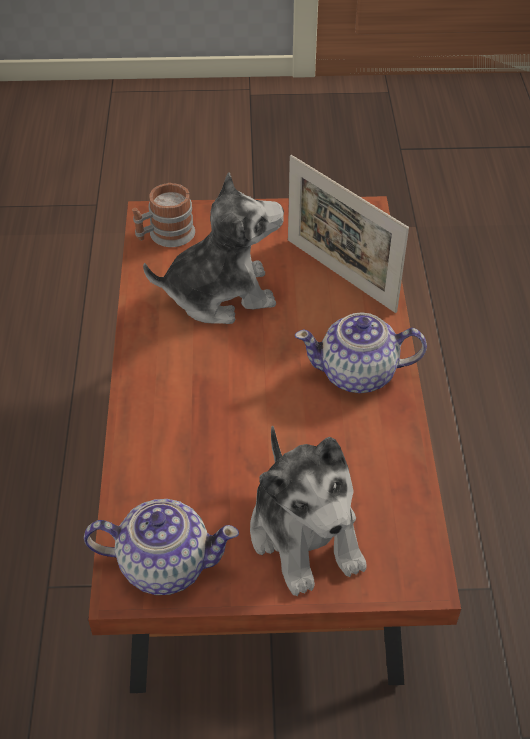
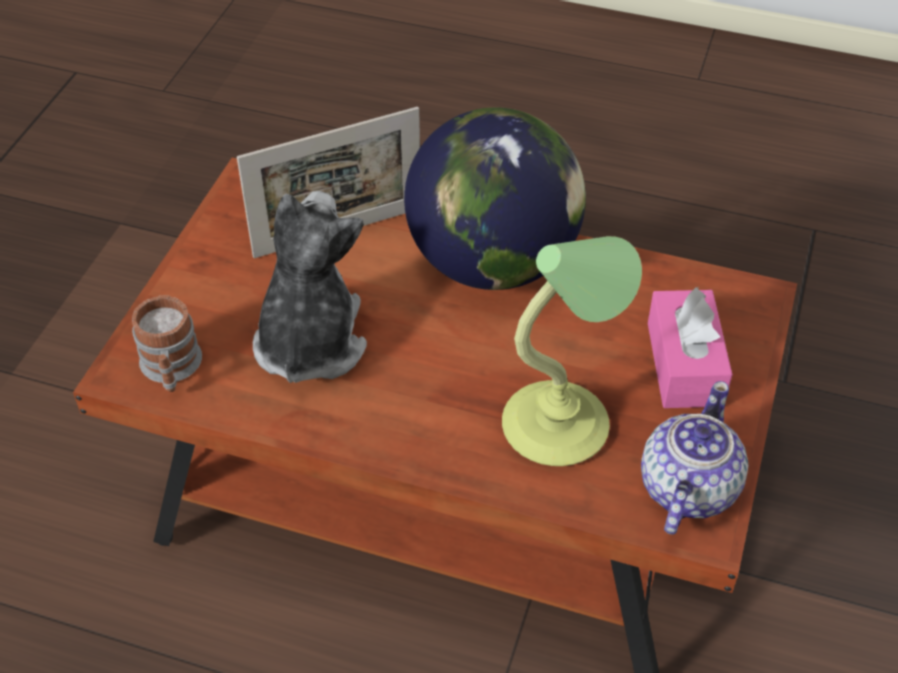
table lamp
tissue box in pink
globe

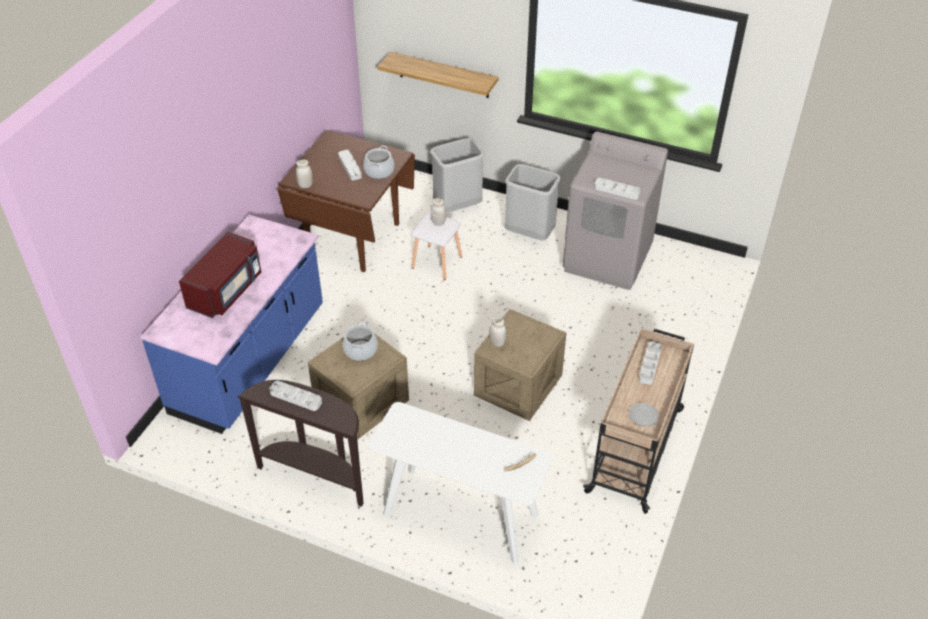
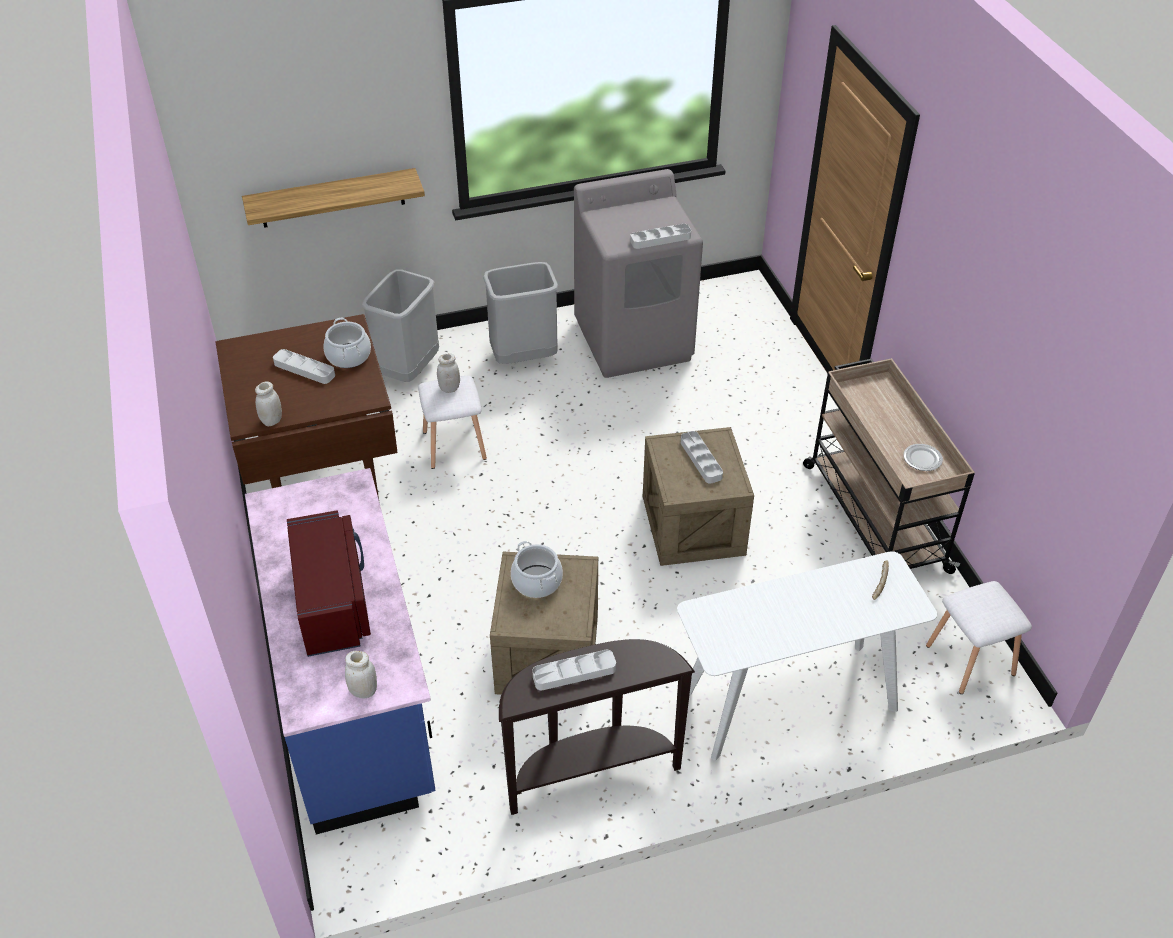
stool in white (2nd from left)
jar in white (2nd from left)
tray in grey (4th from left)

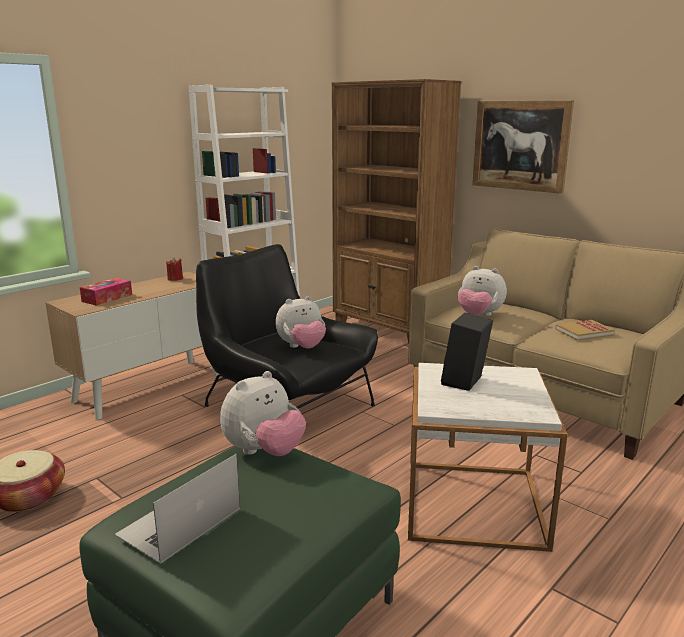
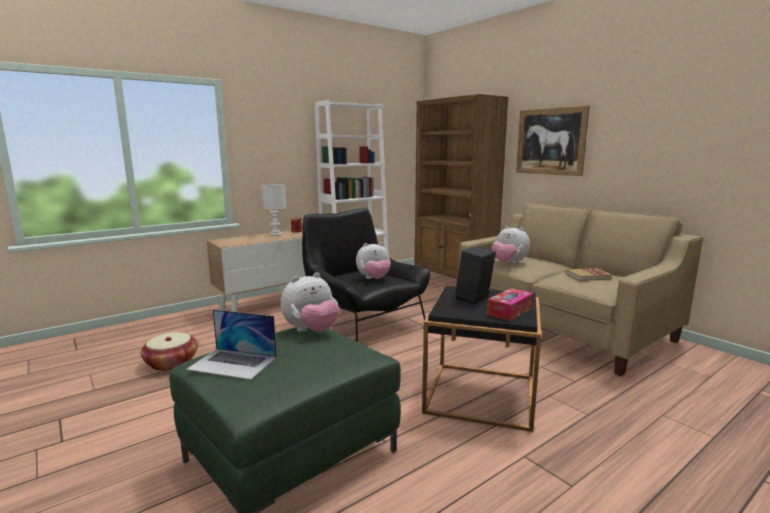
table lamp in white
tissue box
side table in black
laptop

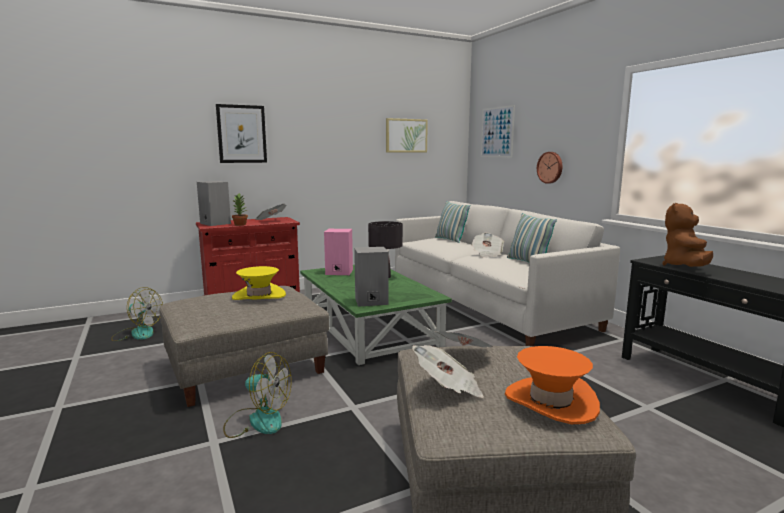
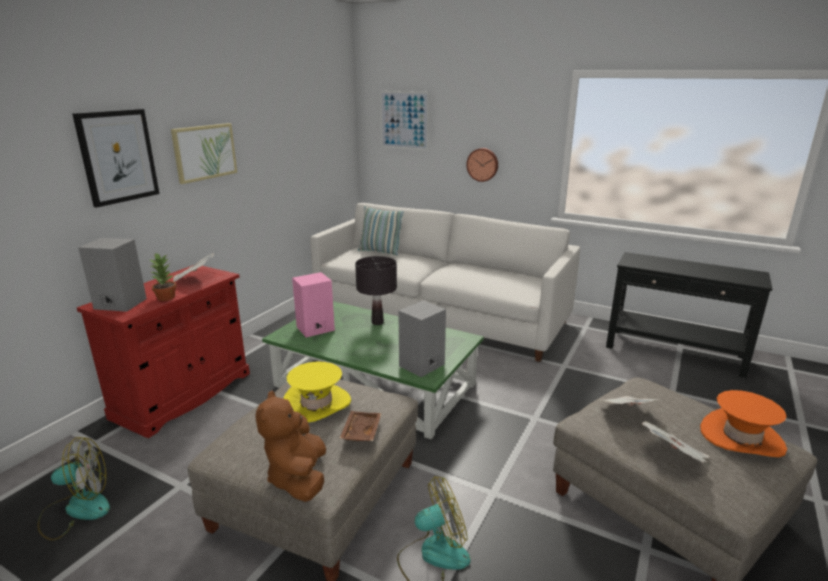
newspaper (4th from left in the first image)
pillow (2nd from left in the first image)
tray in brown
picture (2nd from left)
plush toy in brown

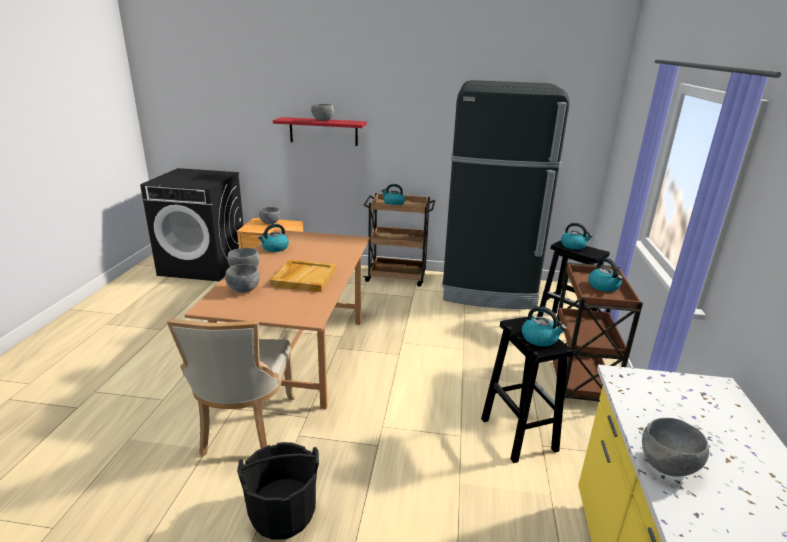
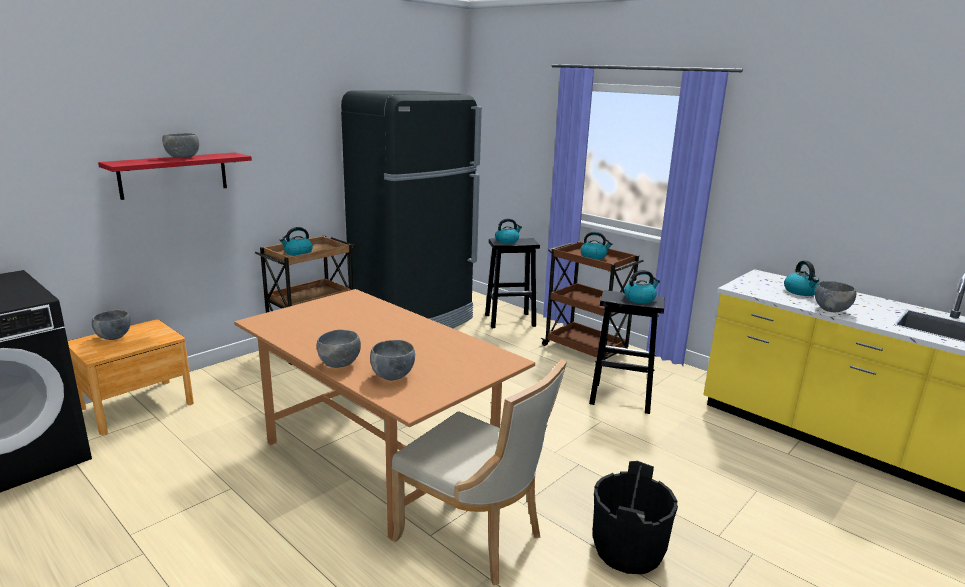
tray in beige
kettle (5th from left)

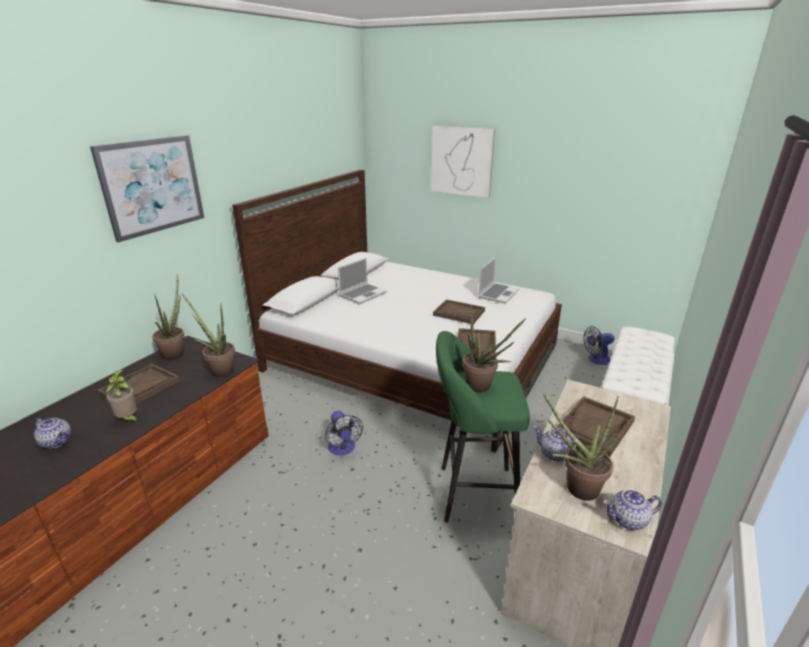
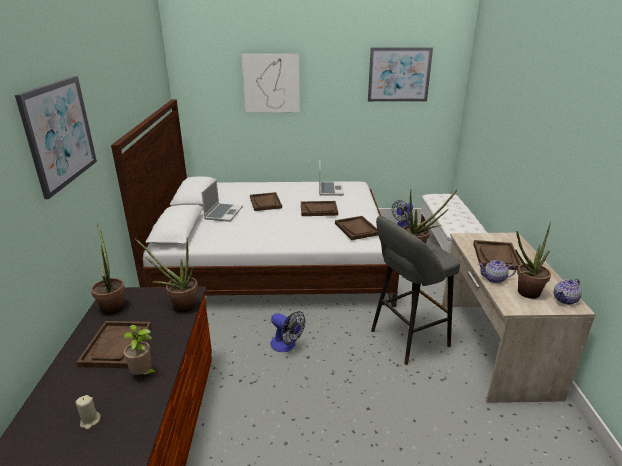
tray in brown (2nd from left)
picture (3rd from left)
candle in beige
stool in grey

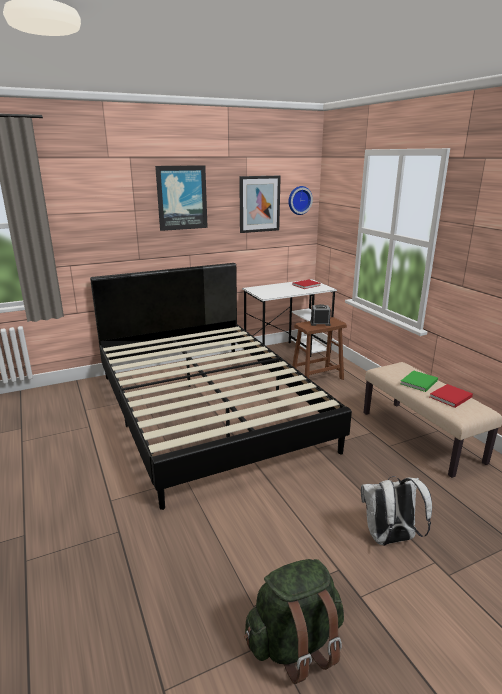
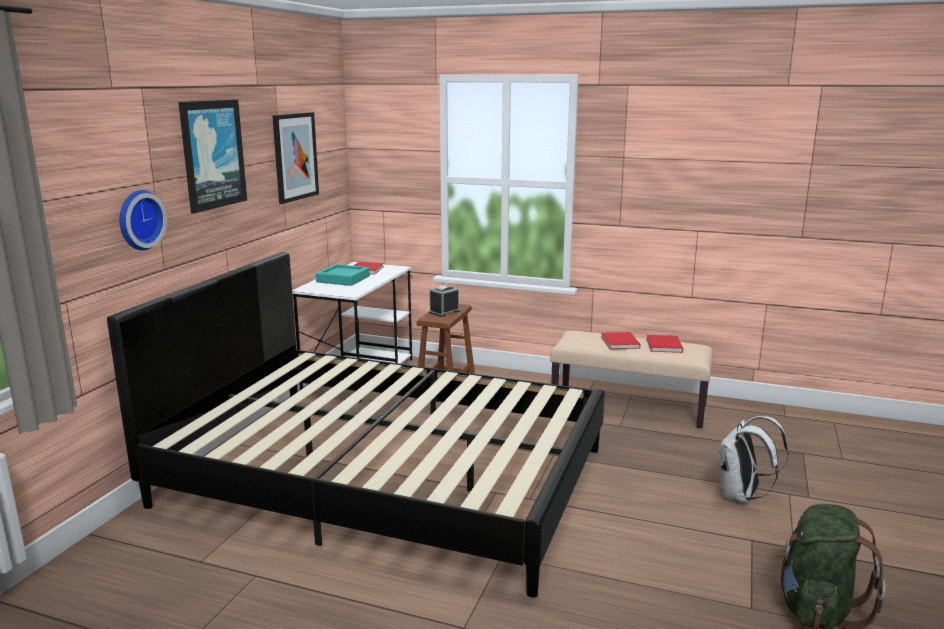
tray in turquoise
wall clock
book in red (2nd from left)

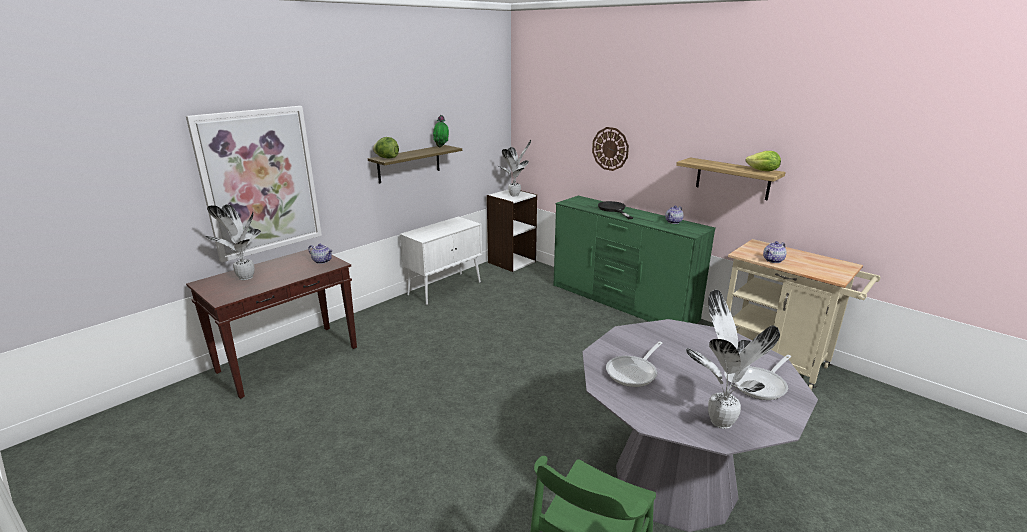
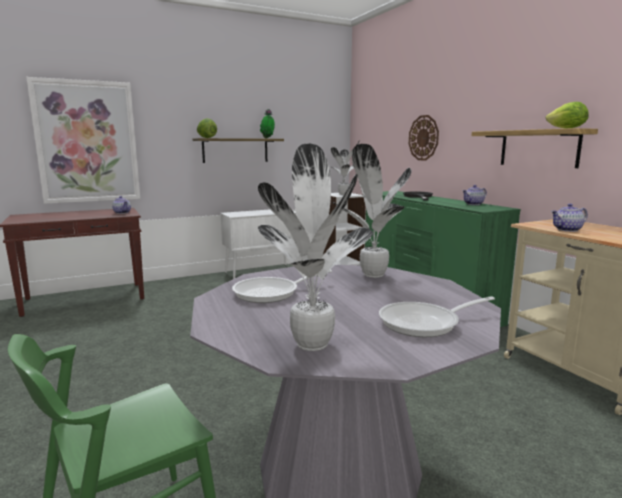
potted plant (4th from left)

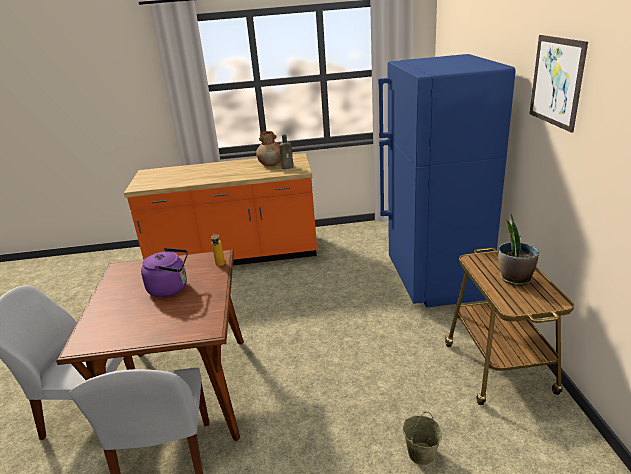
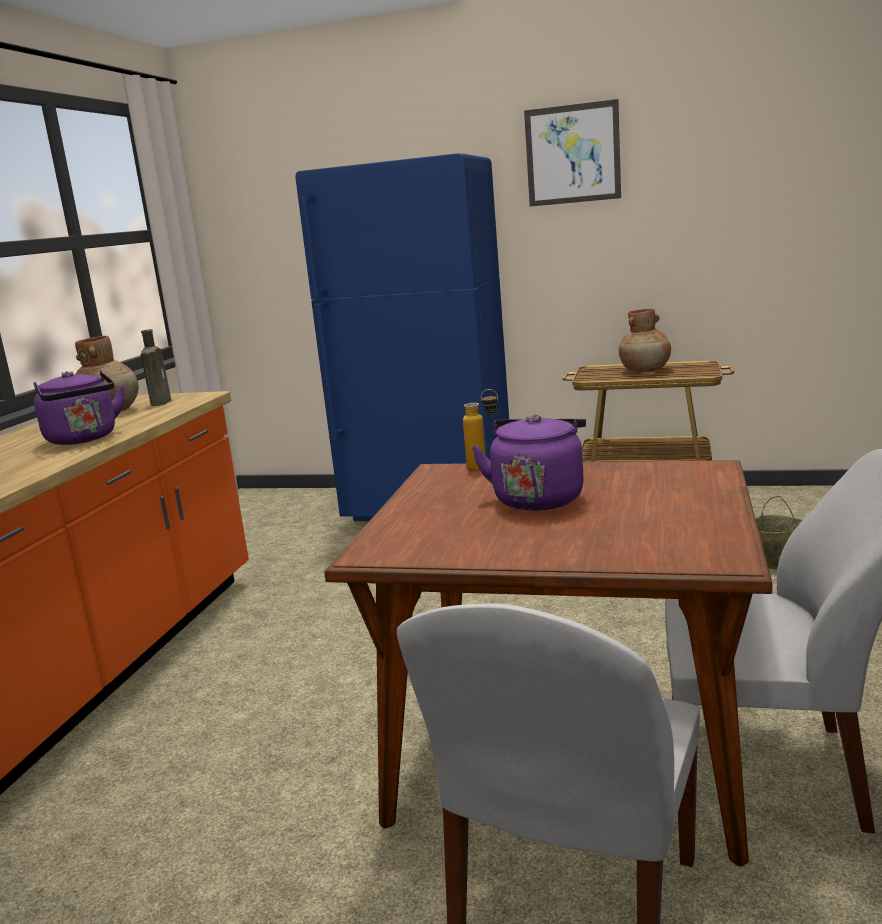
kettle in purple (1st from left)
vase in brown (2nd from left)

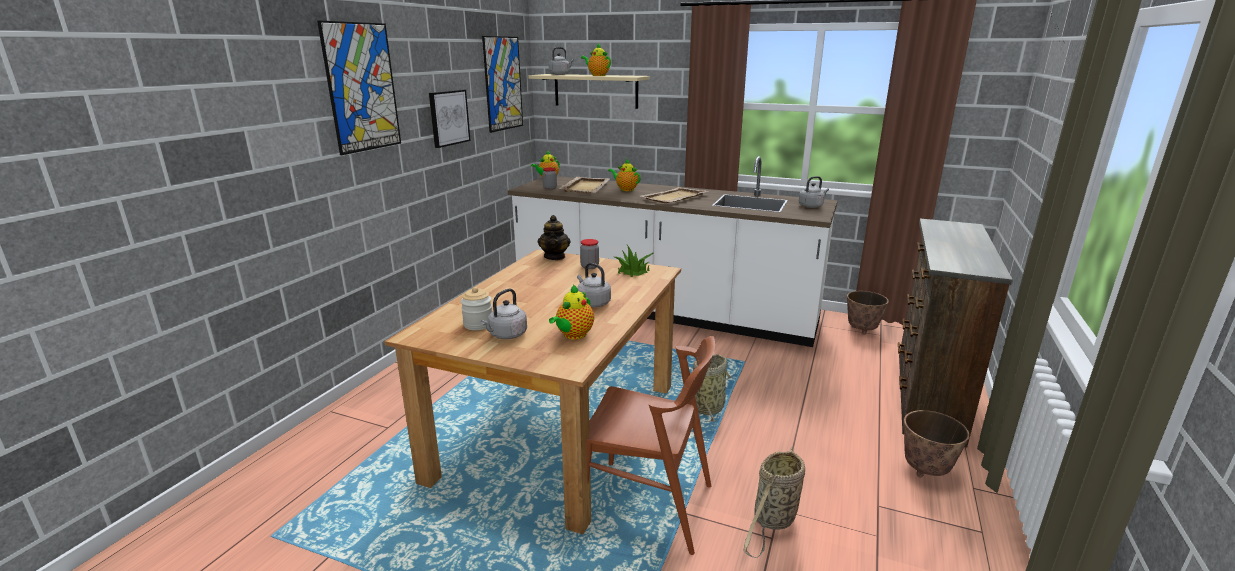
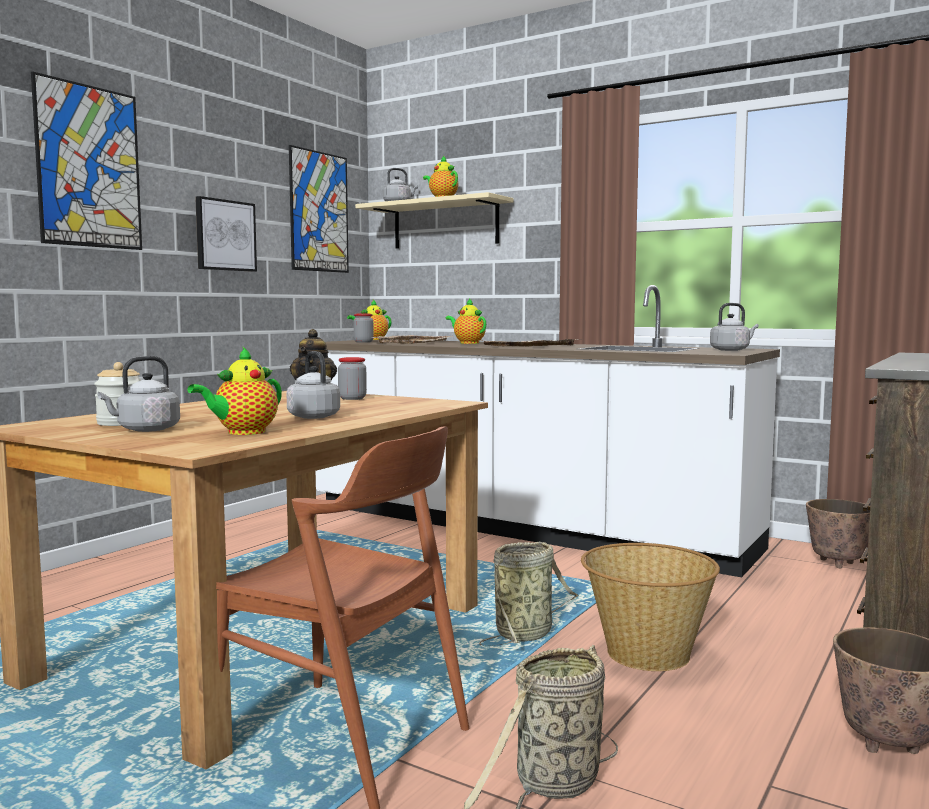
potted plant
basket (3rd from left)

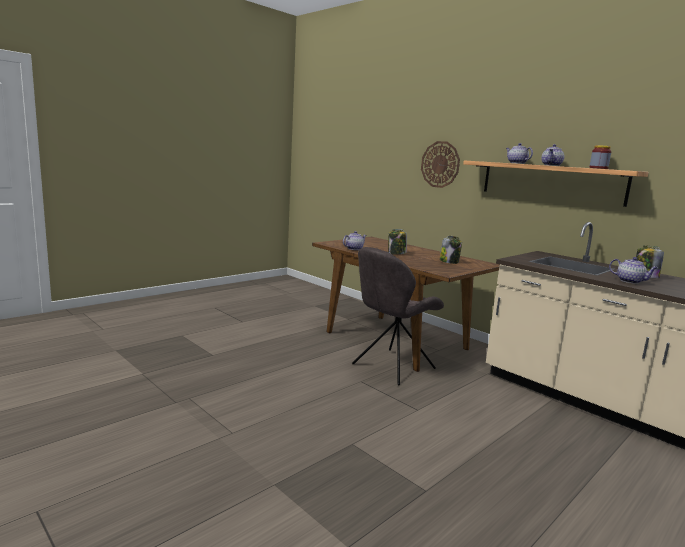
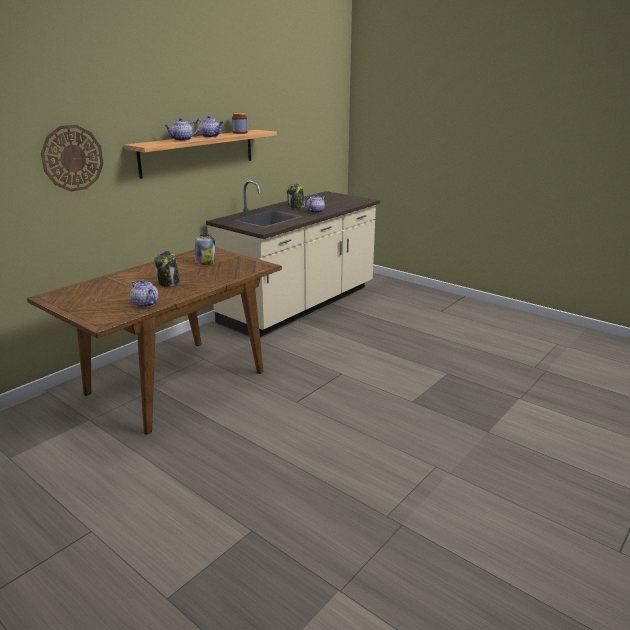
chair in grey

